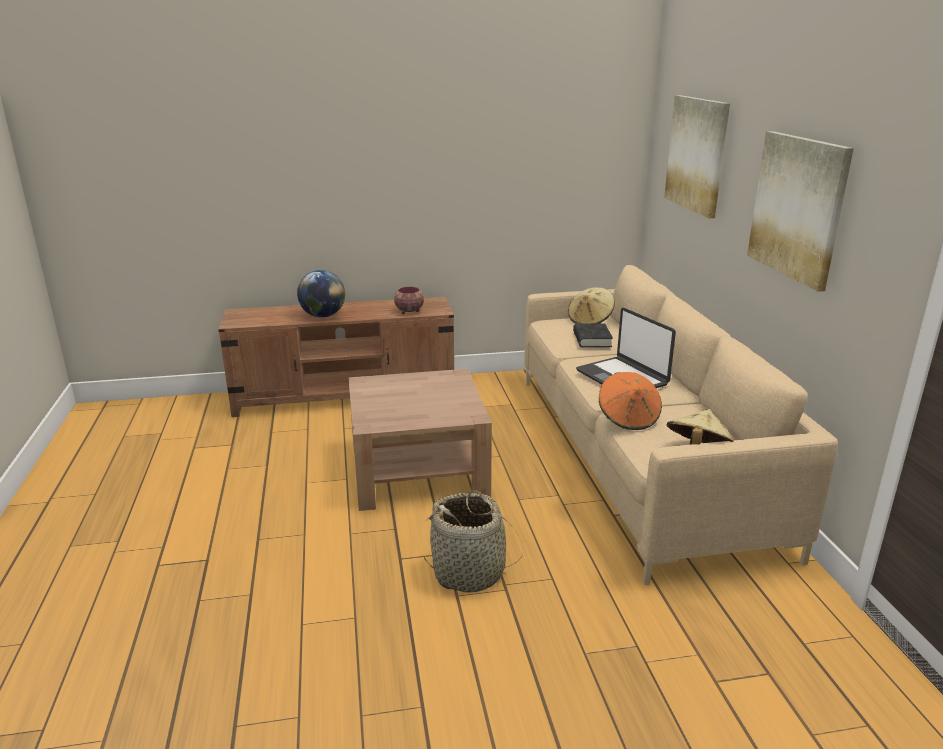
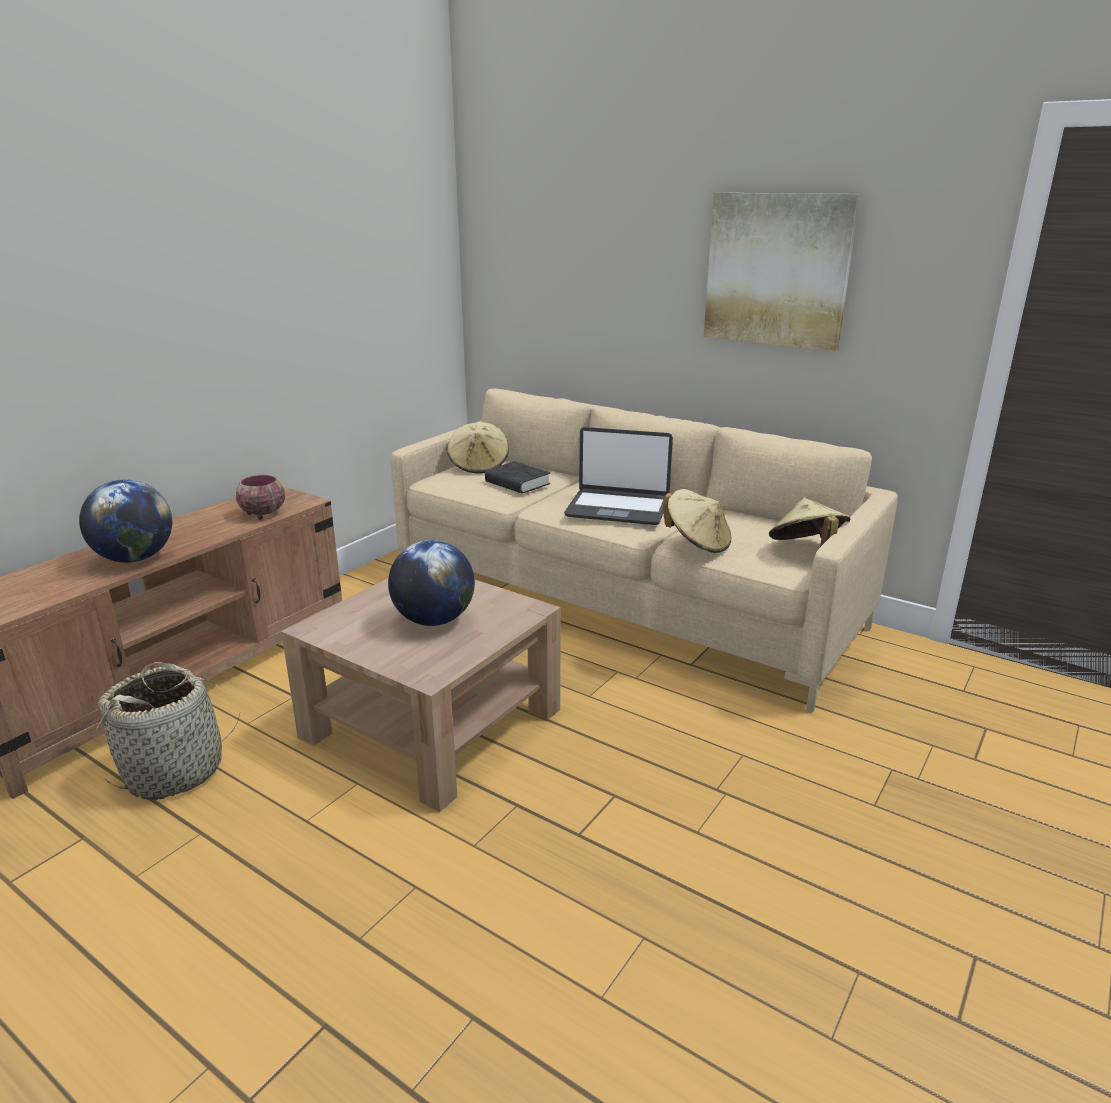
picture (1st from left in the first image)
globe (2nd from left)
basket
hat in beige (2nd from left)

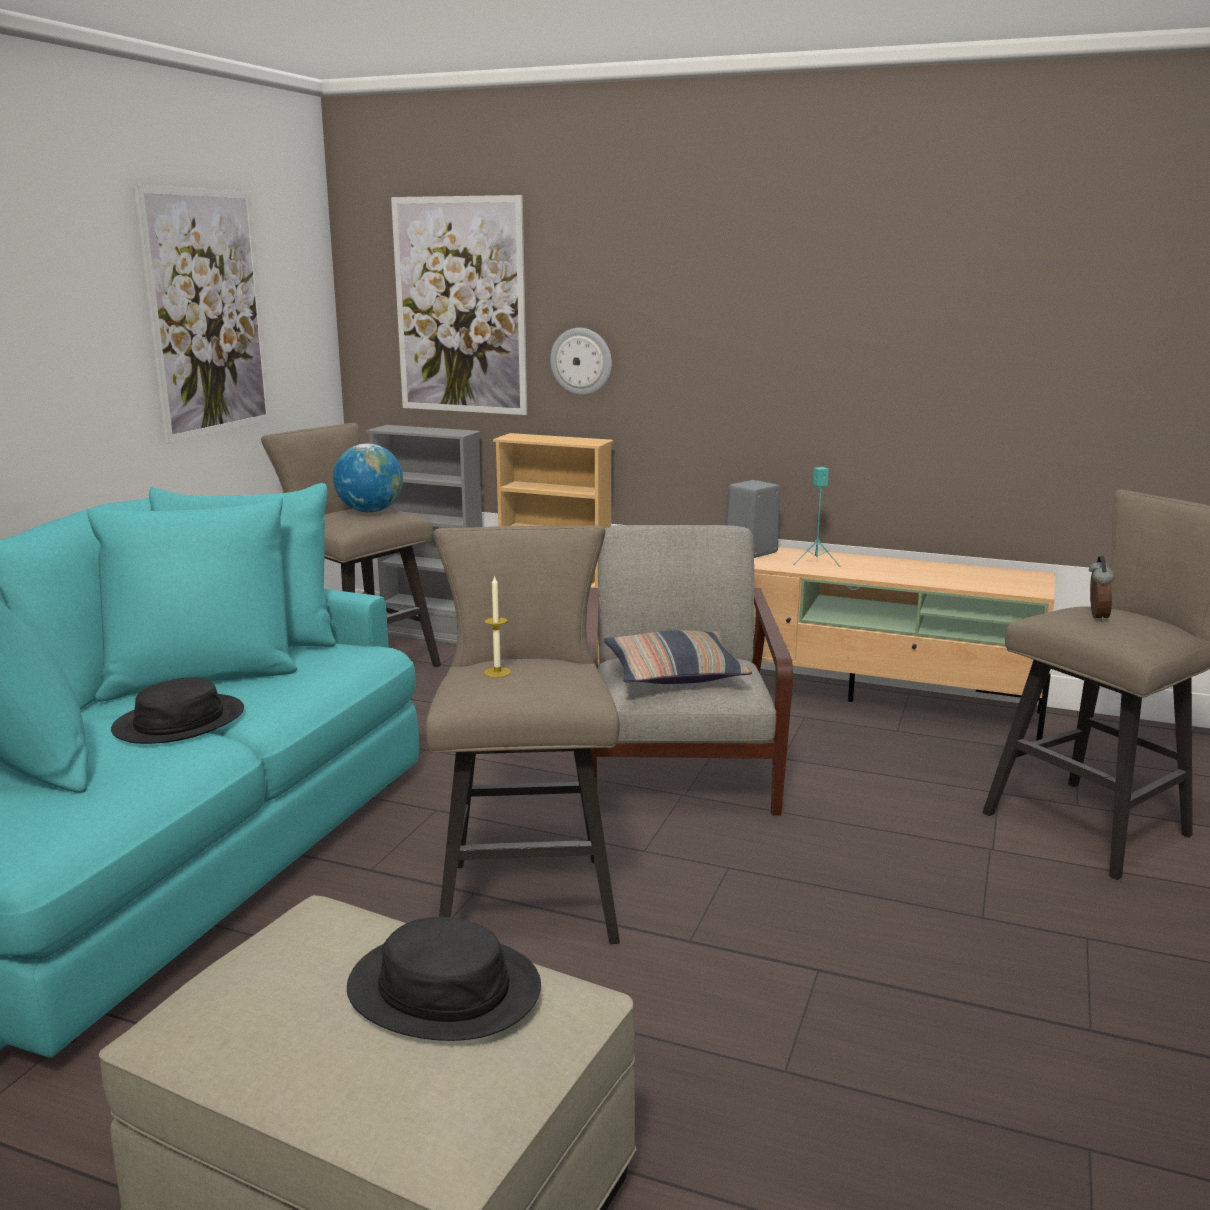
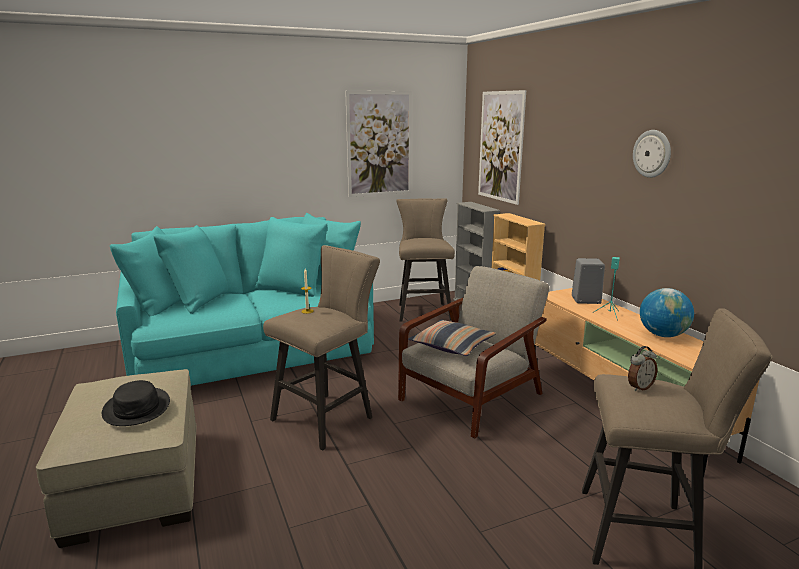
hat in black (1st from left in the first image)
globe
wall clock

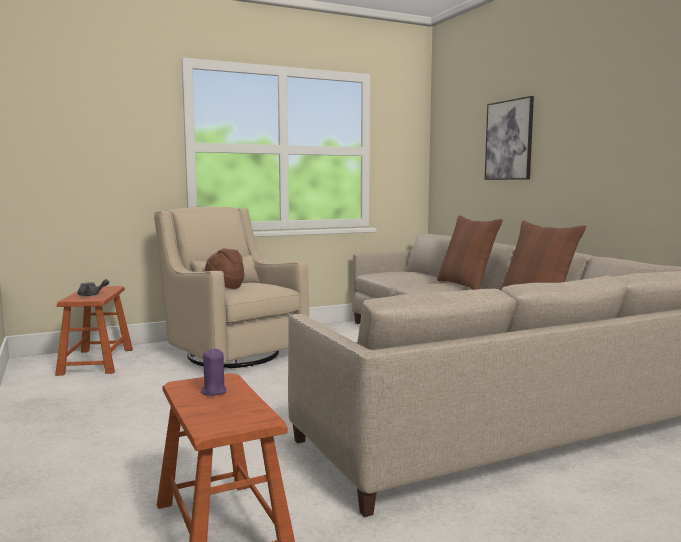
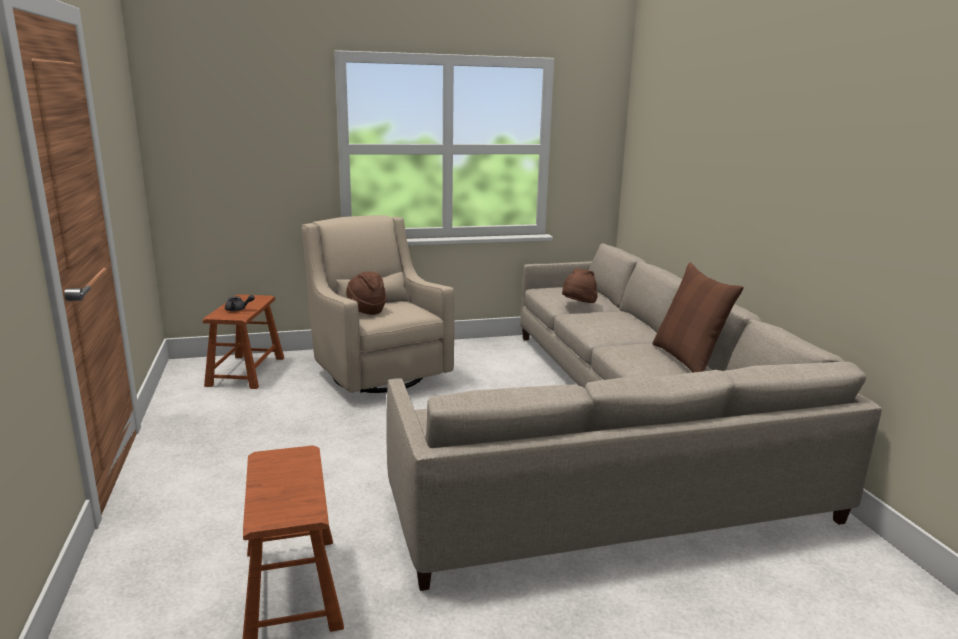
candle in purple
pillow in brown (1st from left in the first image)
picture
hat in brown (2nd from left)

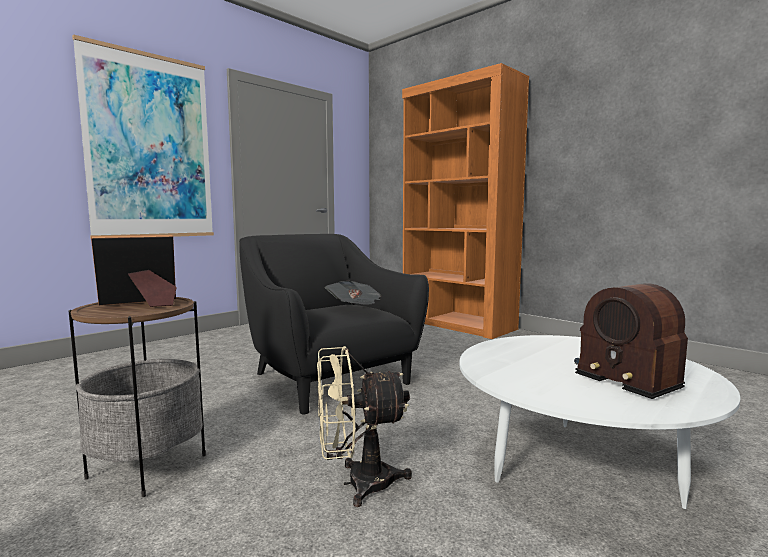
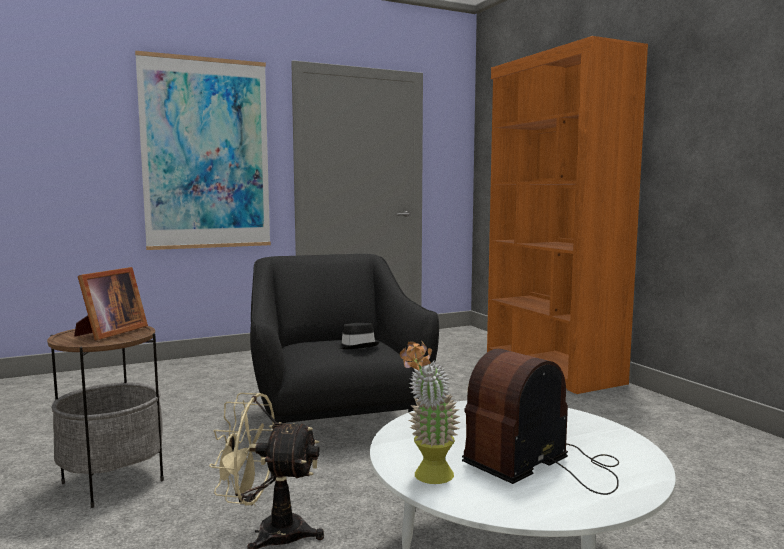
potted plant
hat in black
picture frame
radio

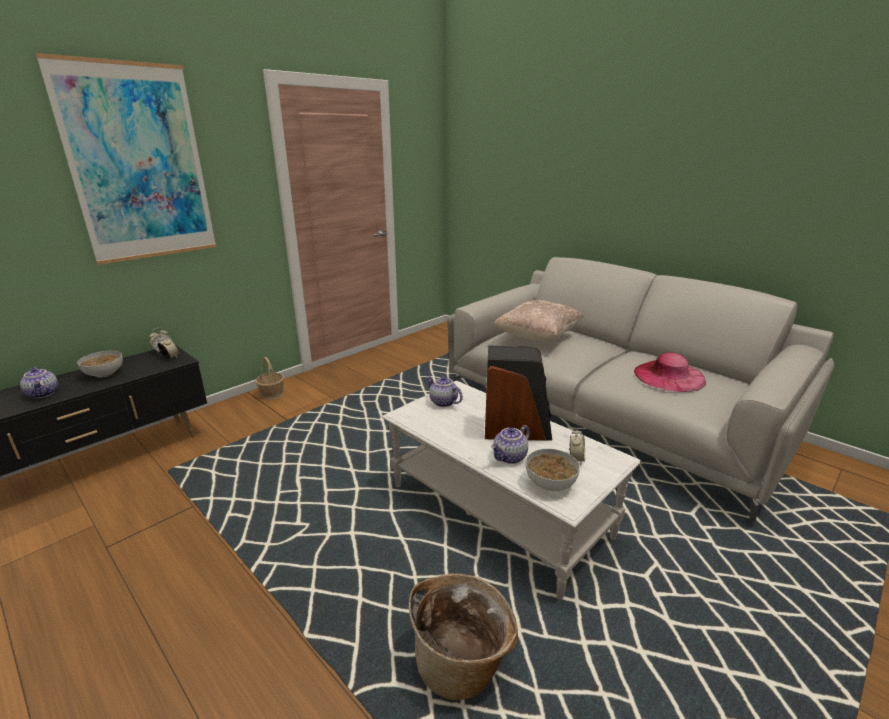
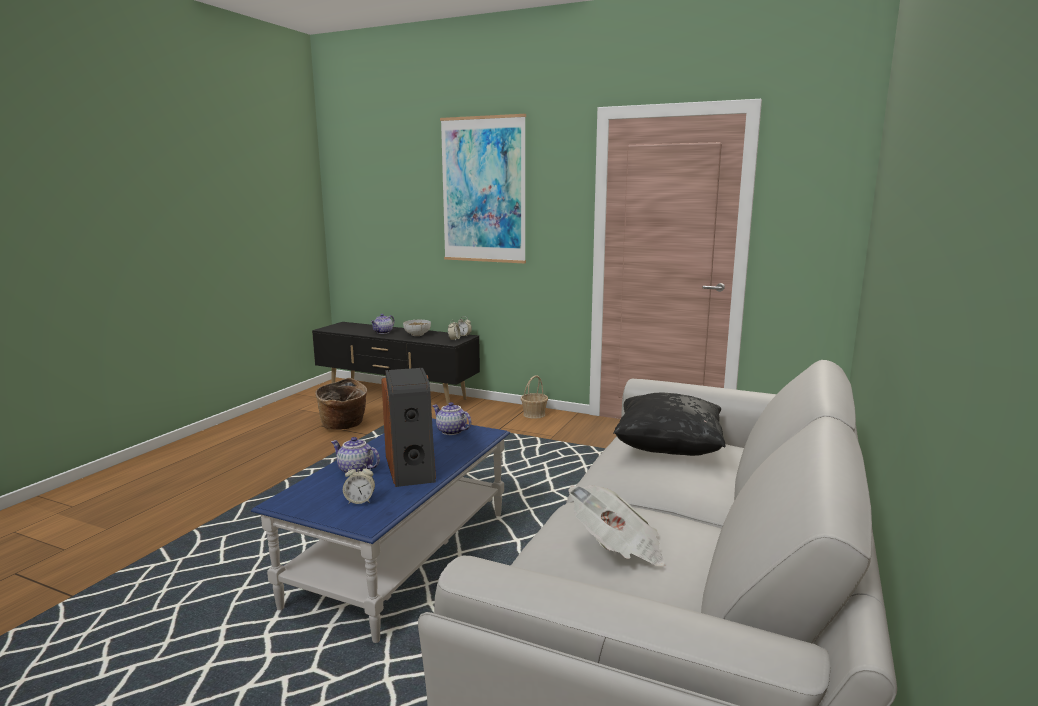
bowl (2nd from left in the first image)
basket (1st from left)
newspaper
coffee table in blue
pillow in black
teapot (3rd from left)

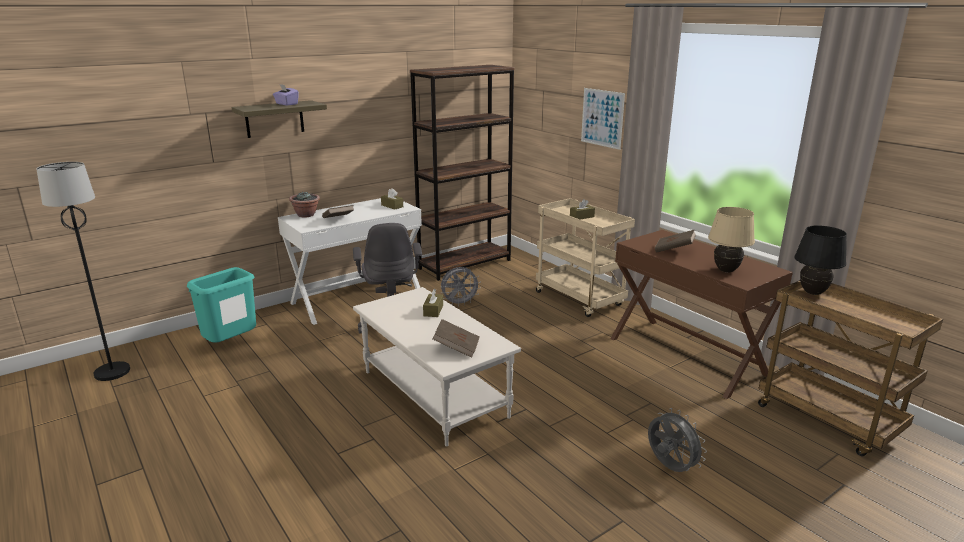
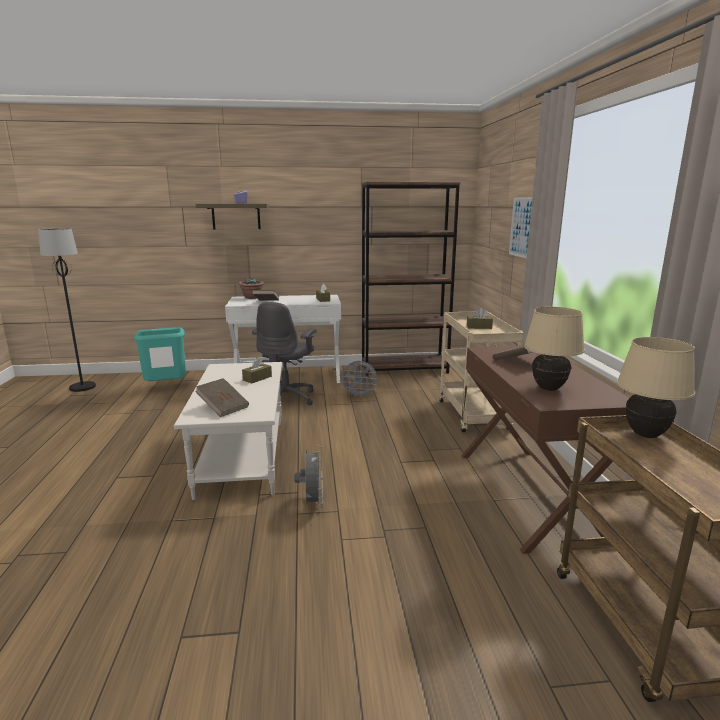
fan in grey (1st from left)
table lamp in beige (2nd from left)

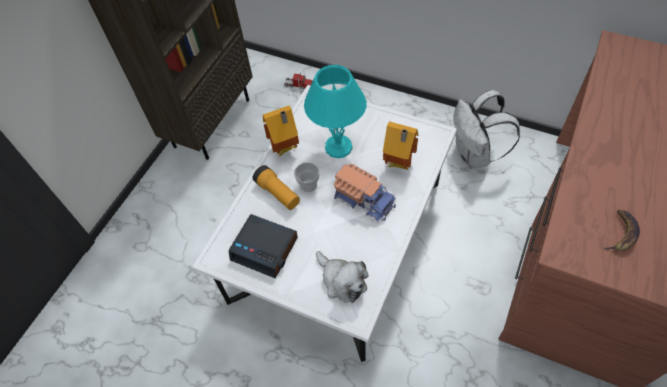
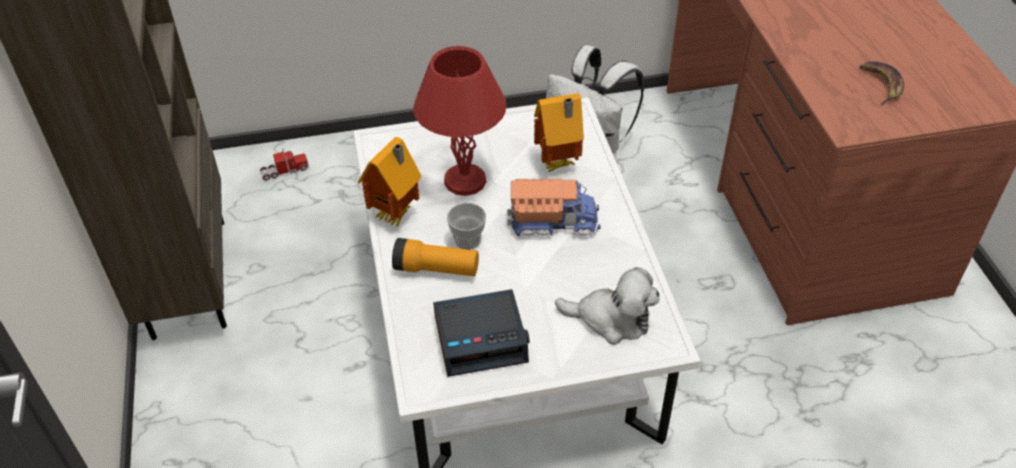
table lamp in red

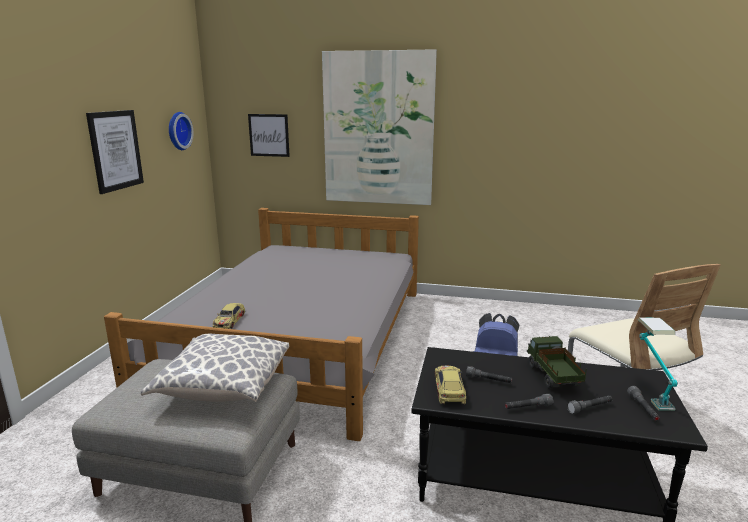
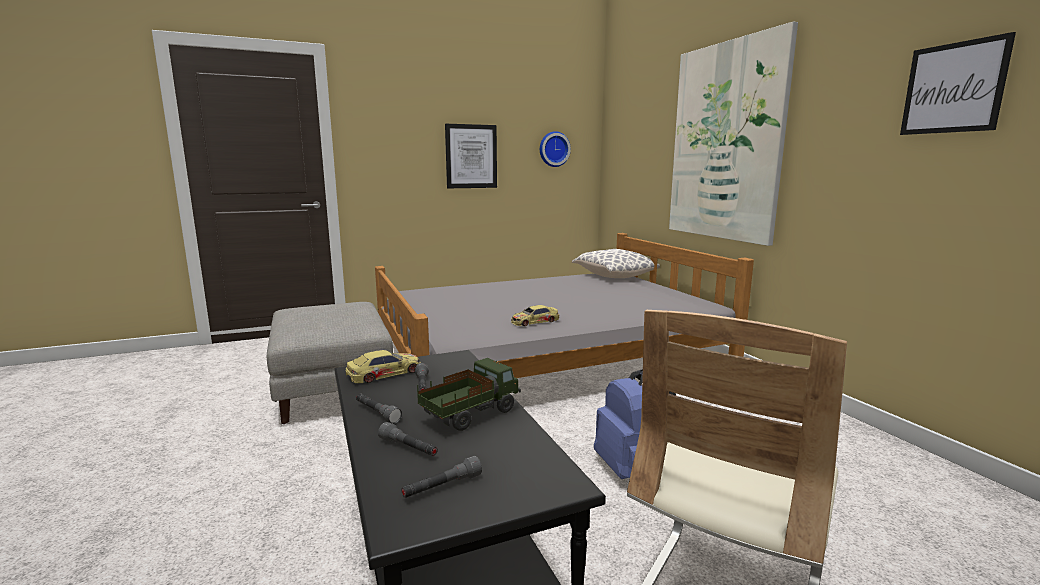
table lamp
pillow
toy car (2nd from left)
picture (3rd from left)

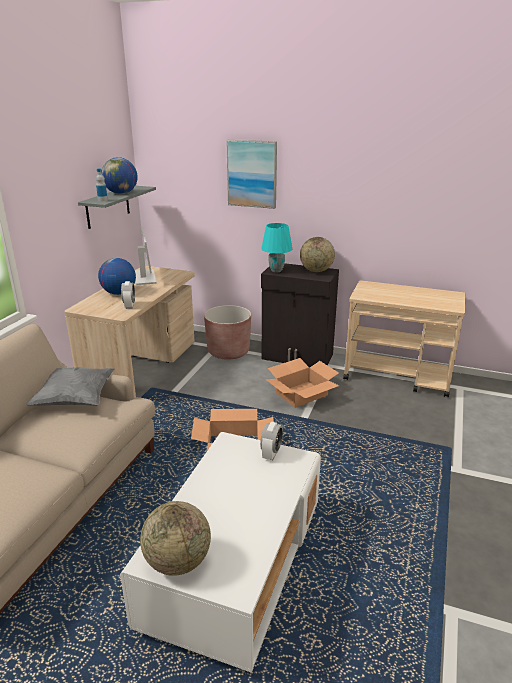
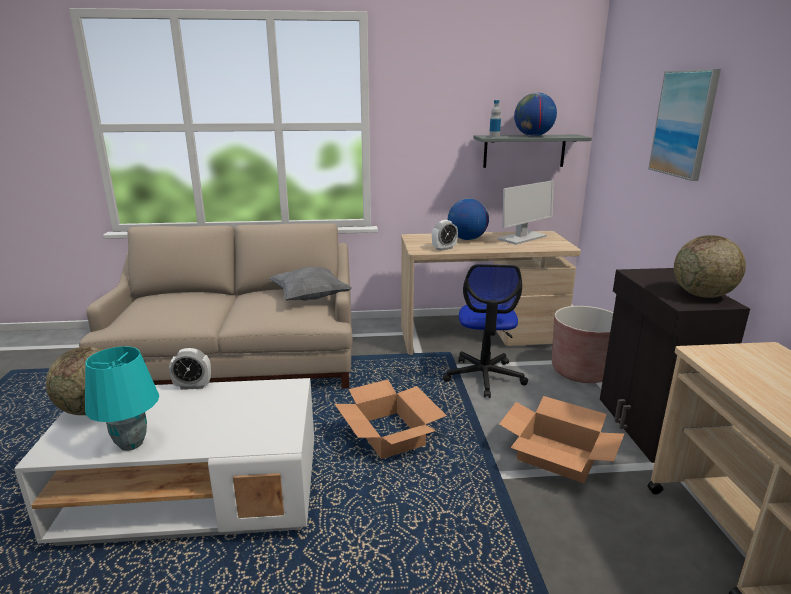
office chair
alarm clock (1st from left)
table lamp in turquoise

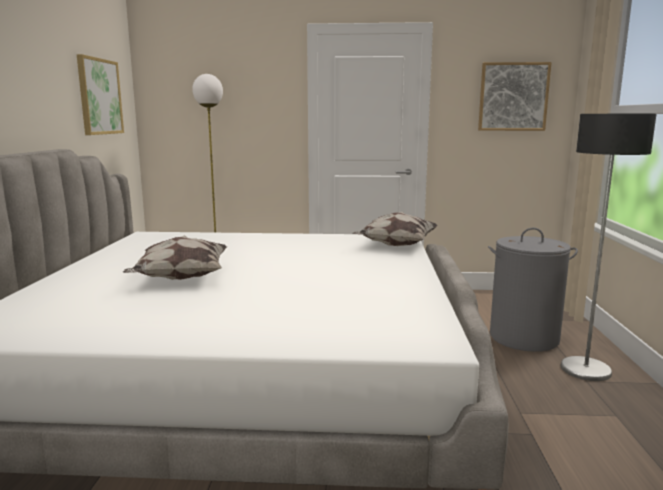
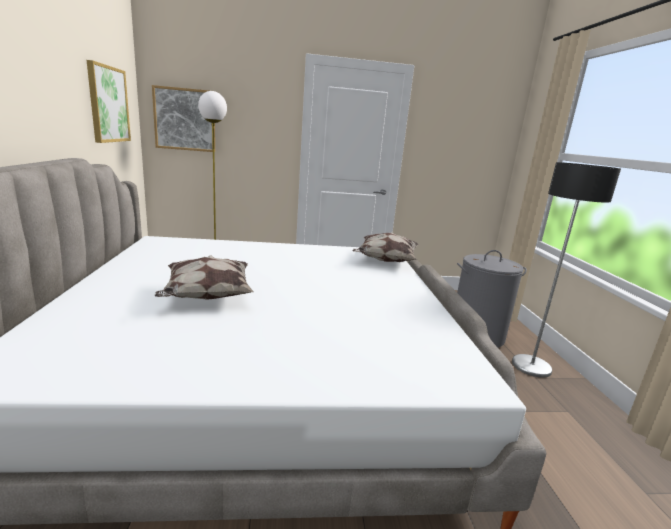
picture (2nd from left)

